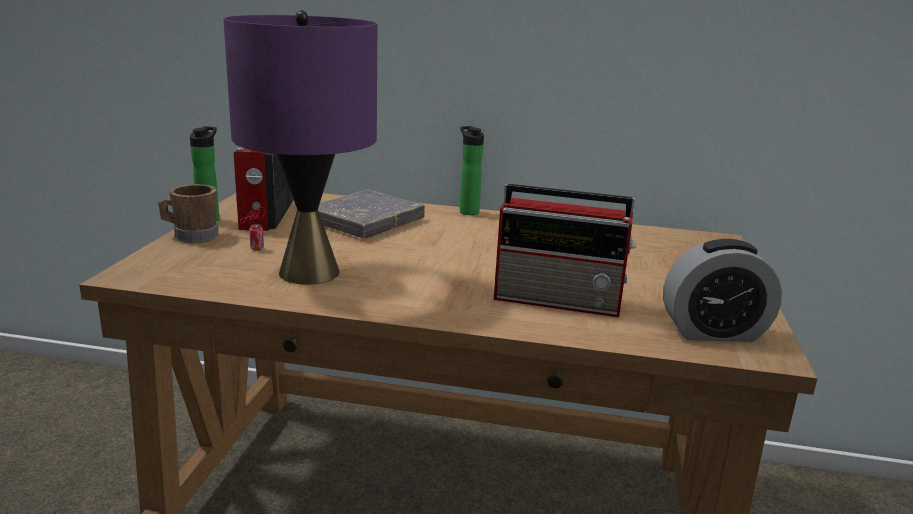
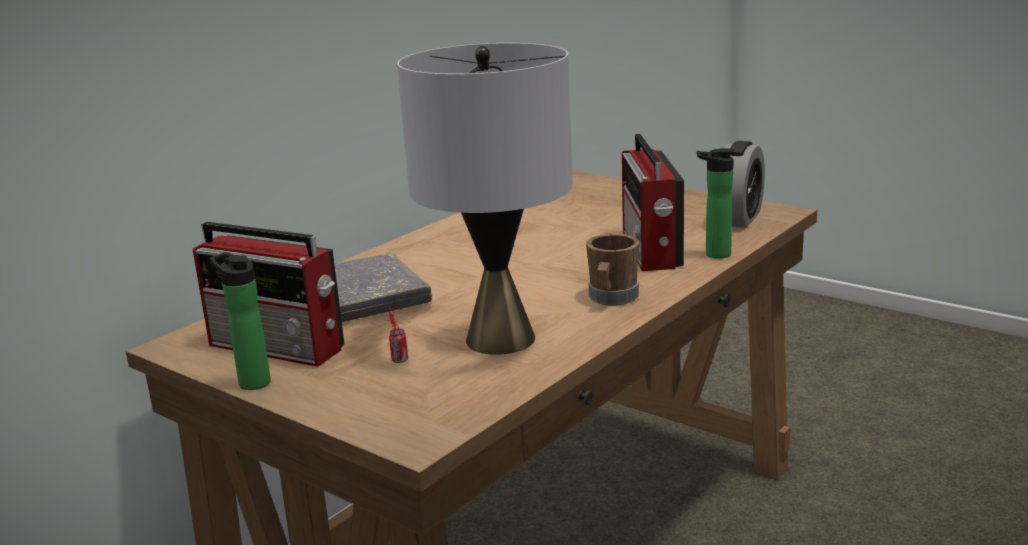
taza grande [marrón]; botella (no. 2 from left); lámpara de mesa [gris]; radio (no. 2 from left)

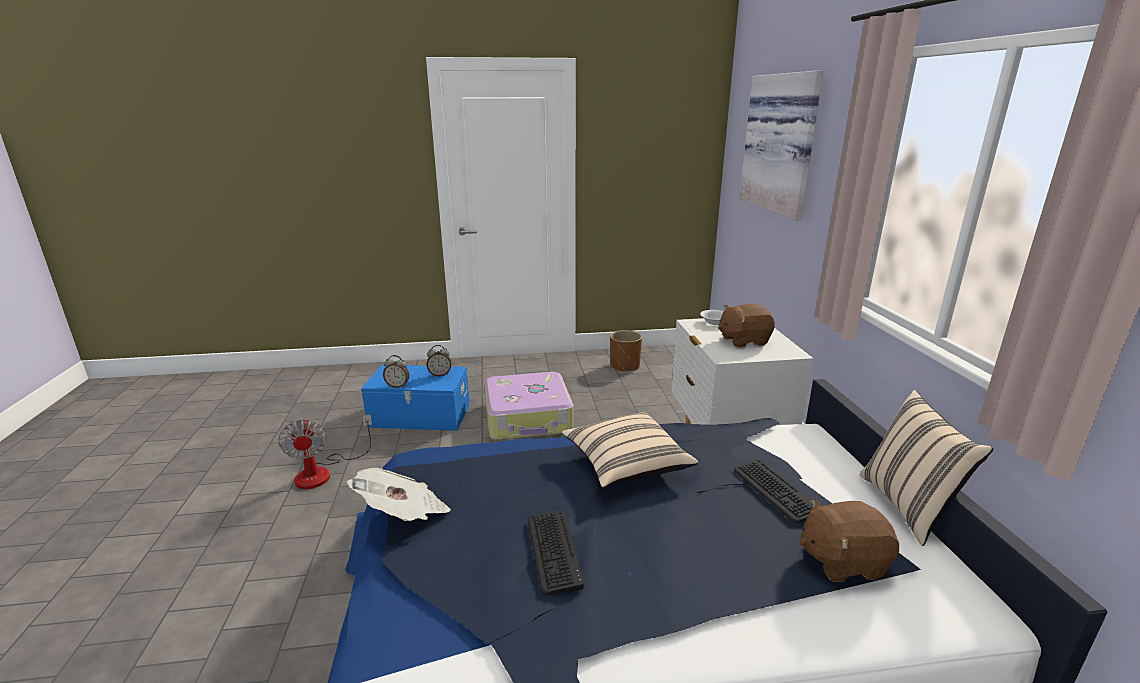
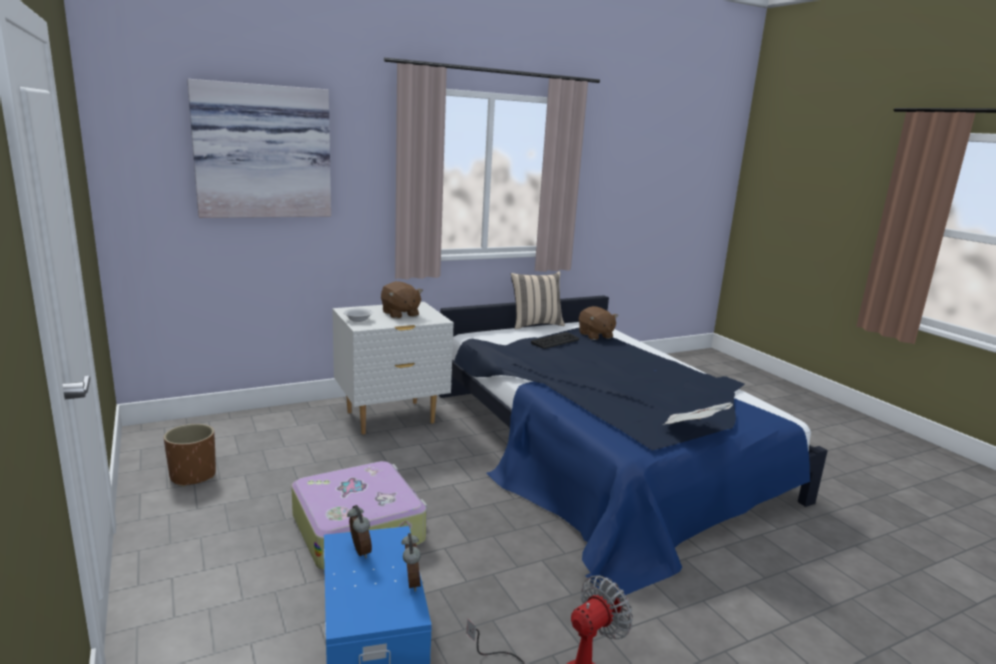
teclado (no. 1 from left in the first image); cojín [beis] (no. 1 from left in the first image)

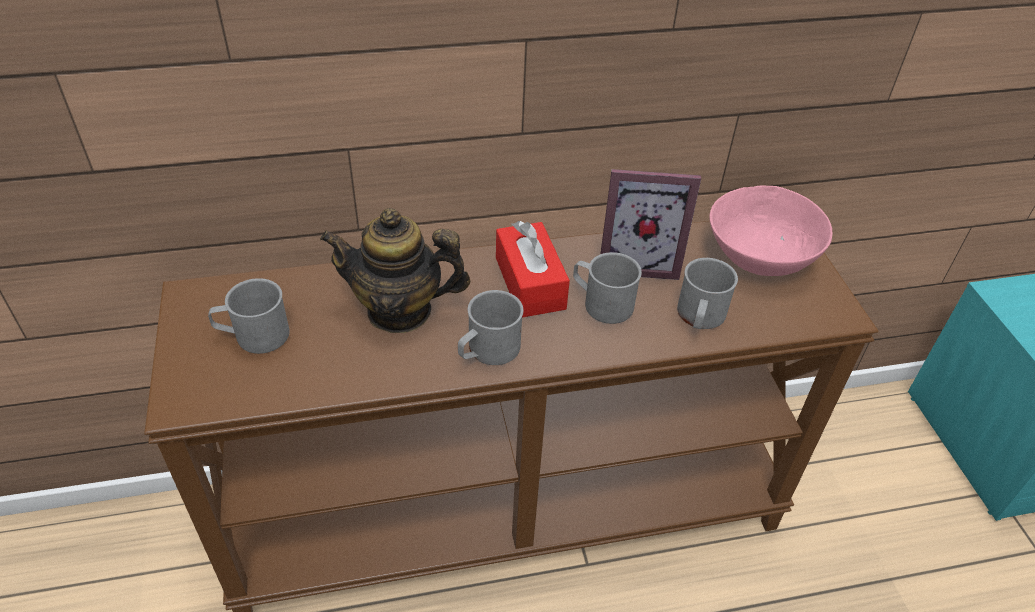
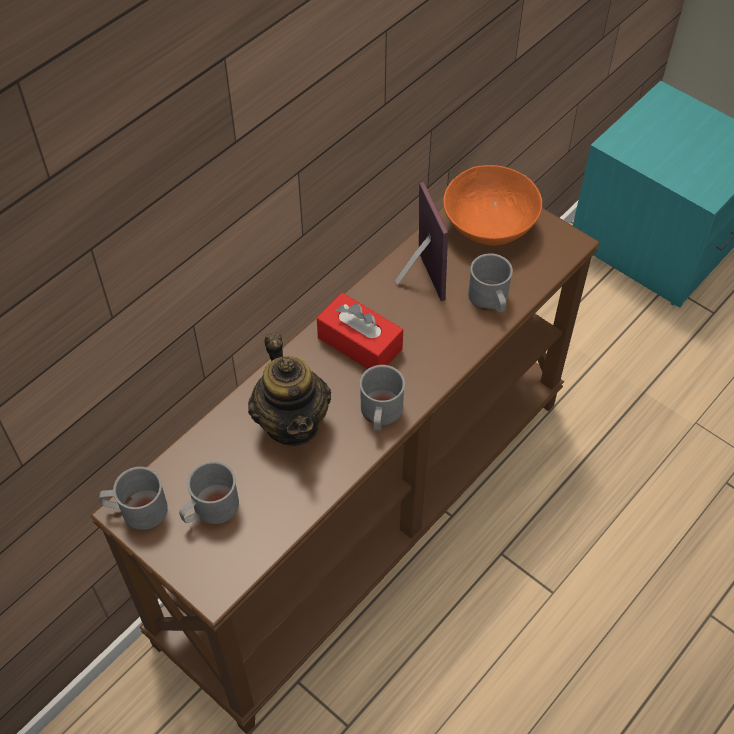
taza grande [gris] (no. 1 from left); cuenco [naranja]; tetera; portarretratos

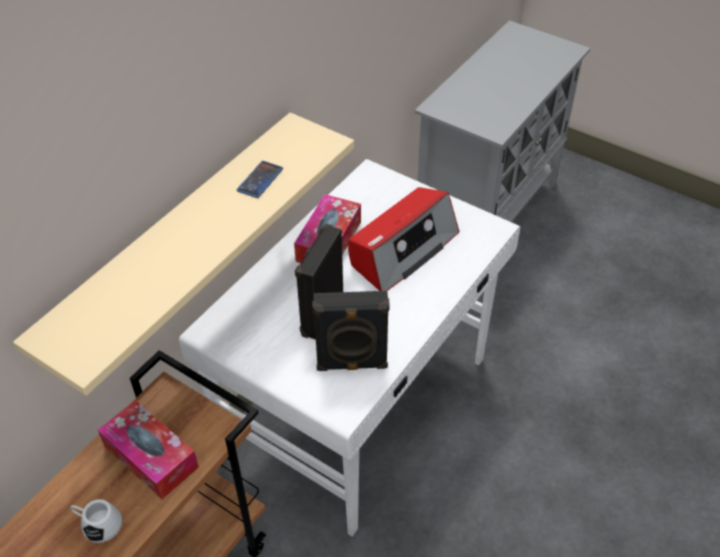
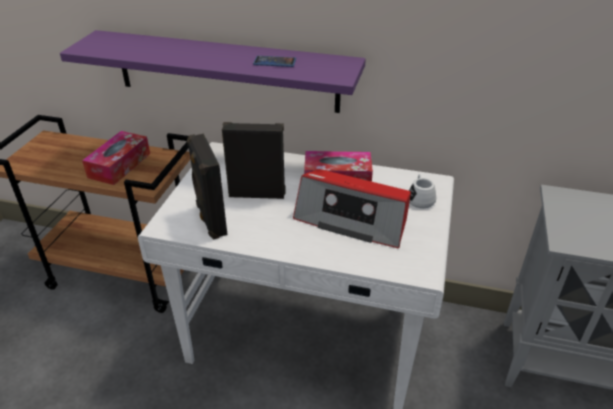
taza grande [blanco]; estante [morado]

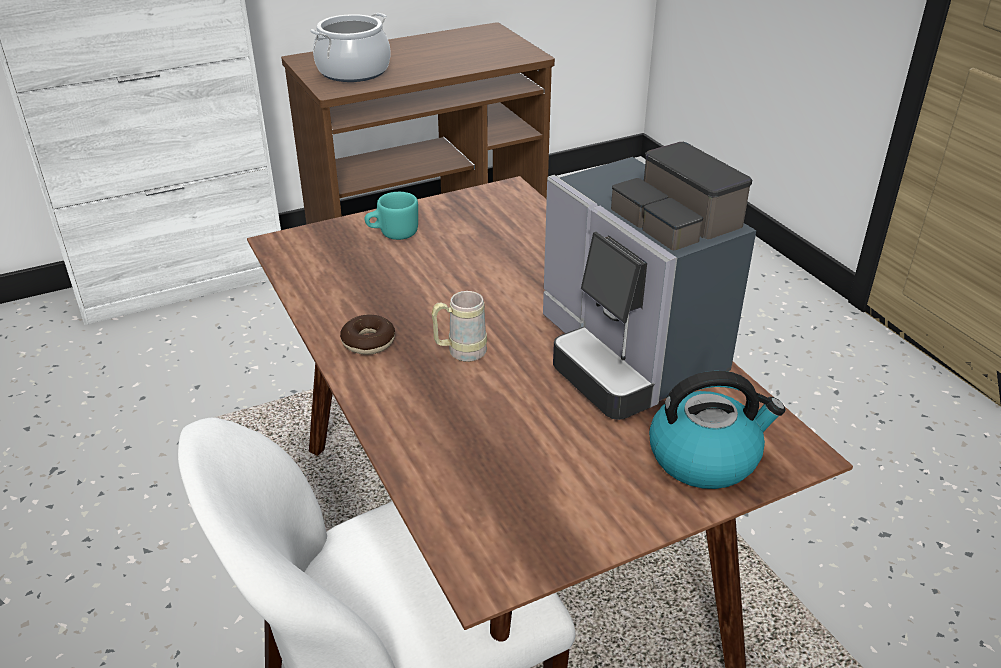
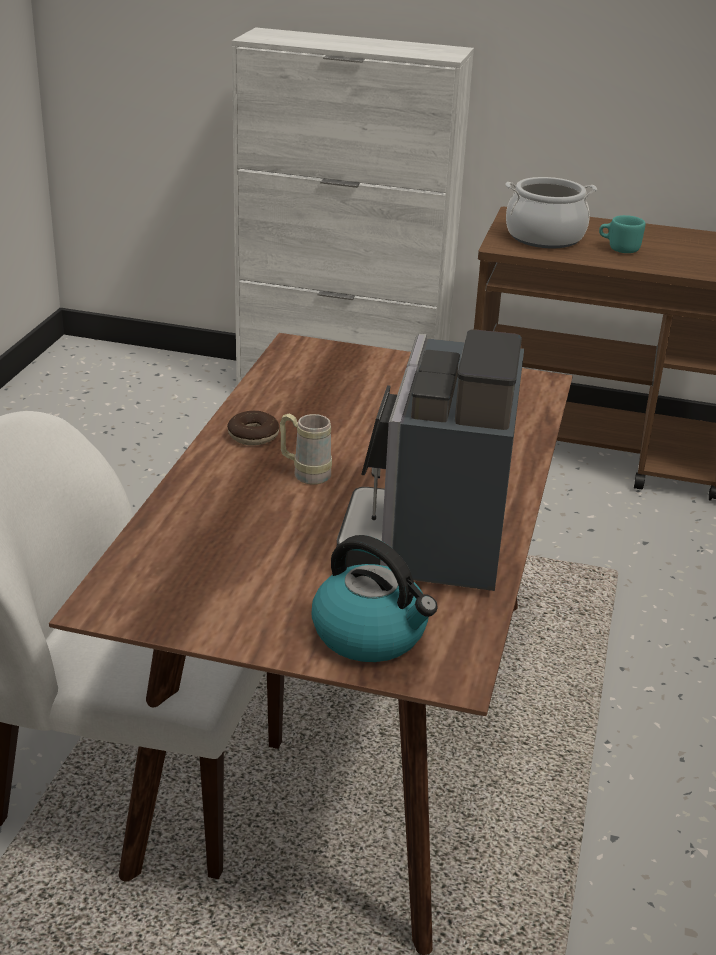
taza grande [turquesa]

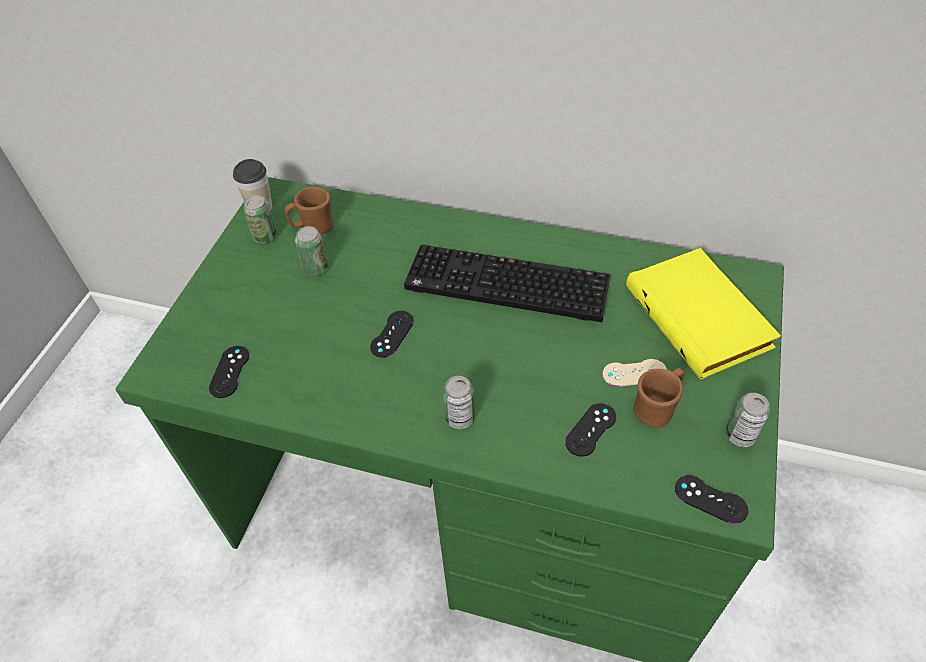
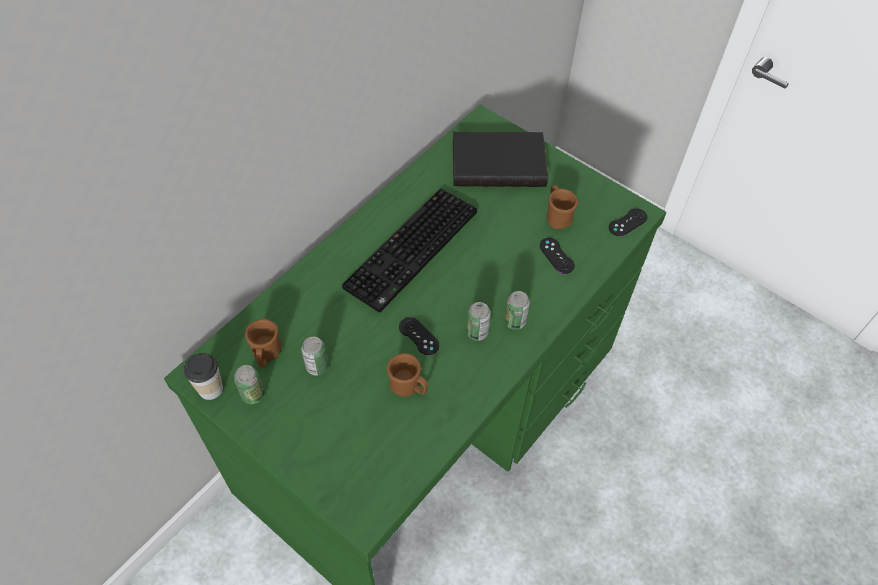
mando de consola [negro] (no. 1 from left in the first image); mando de consola [beis]; taza grande [marrón] (no. 2 from left); lata (no. 3 from left); libro [negro]

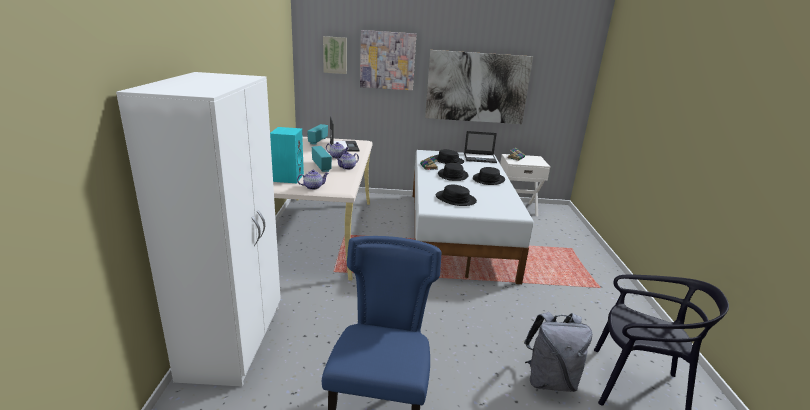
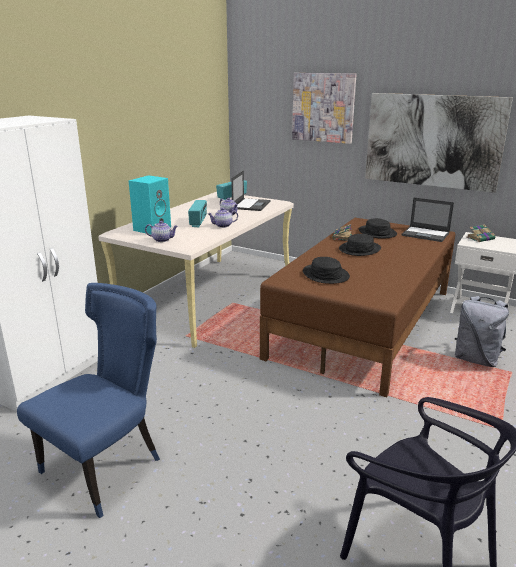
cuadro (no. 1 from left in the first image); sombrero [negro] (no. 4 from left in the first image); mochila [gris]; cama [marrón]

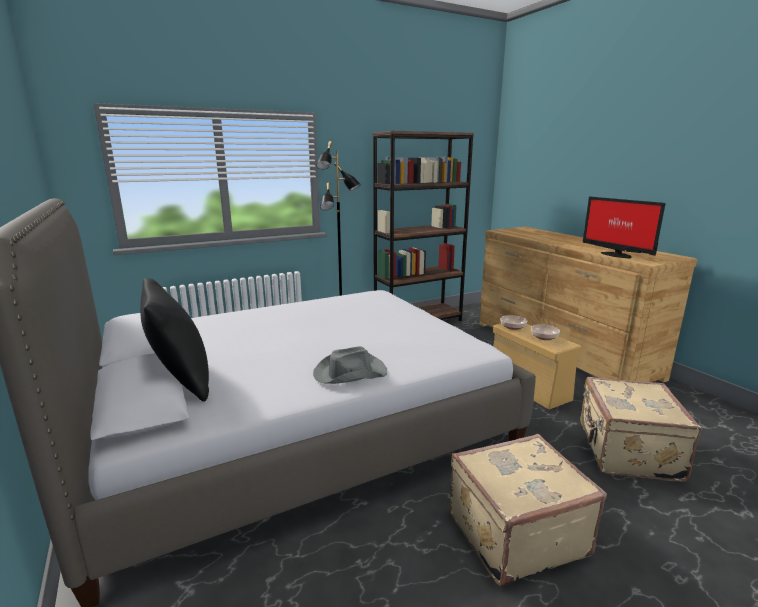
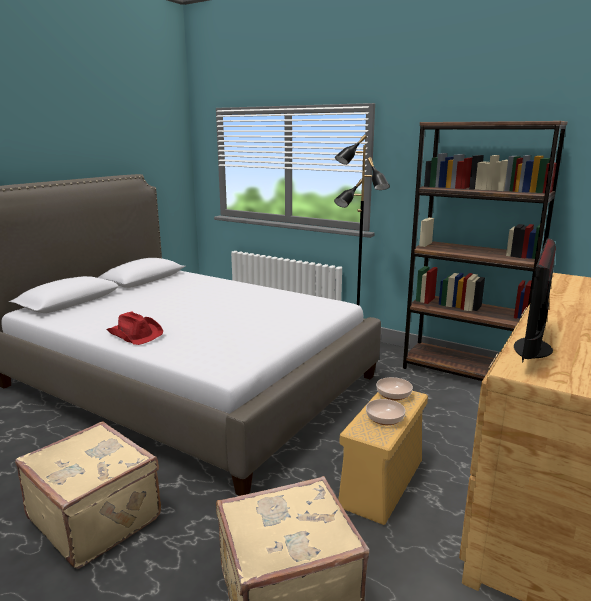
cojín [negro]; sombrero [rojo]

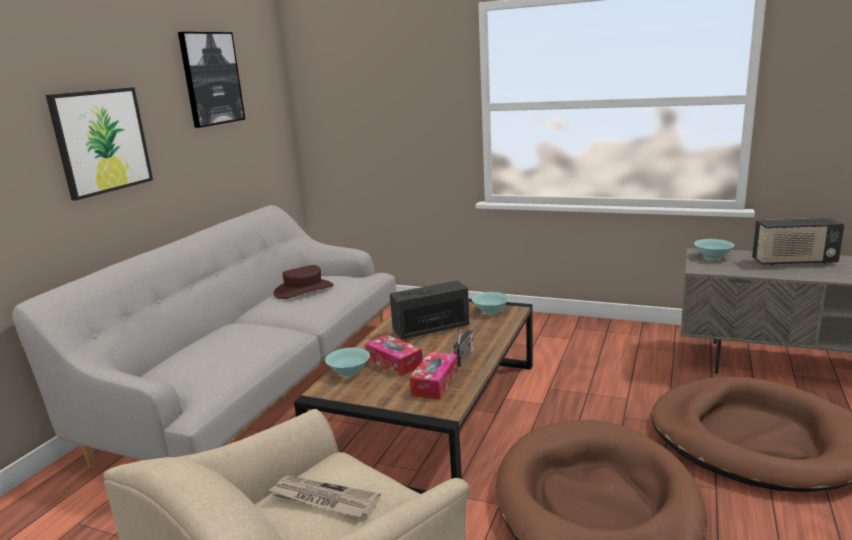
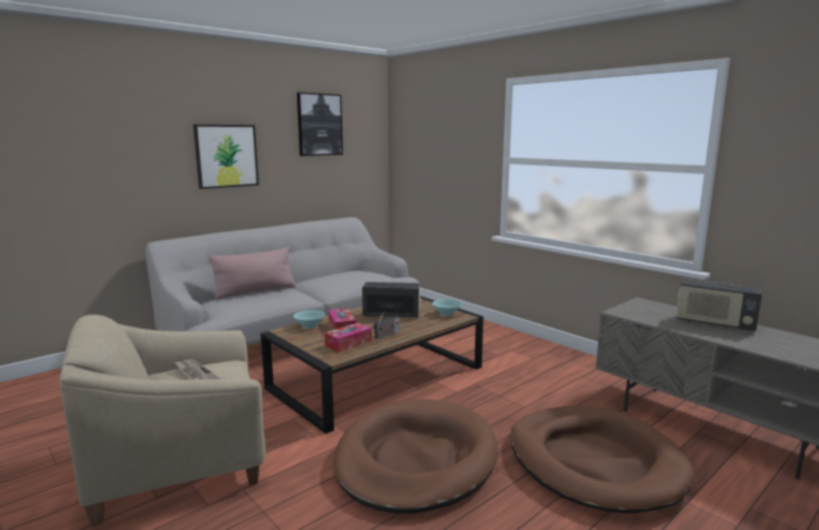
sombrero [marrón]; cuenco [turquesa] (no. 3 from left in the first image); cojín [rosa]

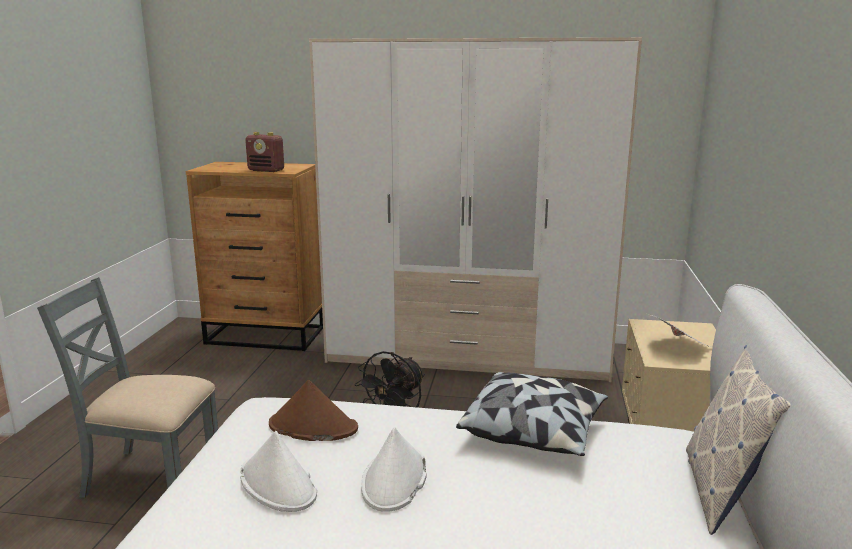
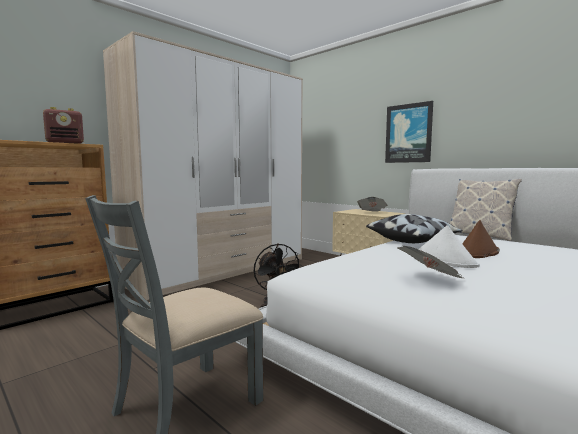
cuadro; sombrero [marrón]; periódico (no. 2 from left)

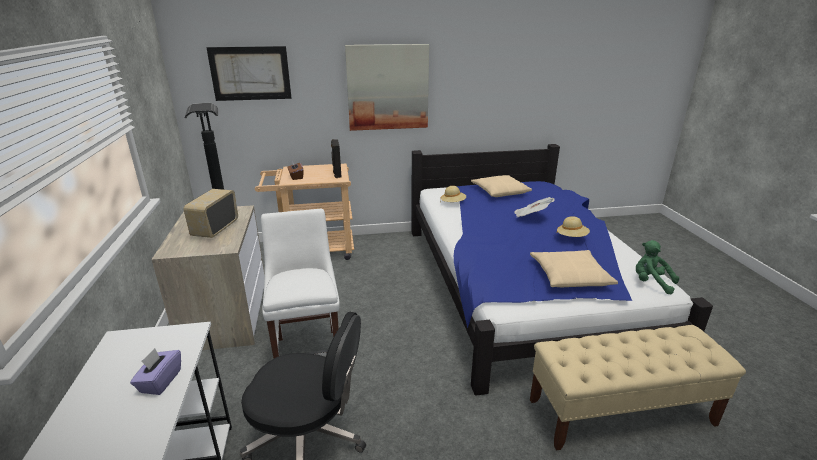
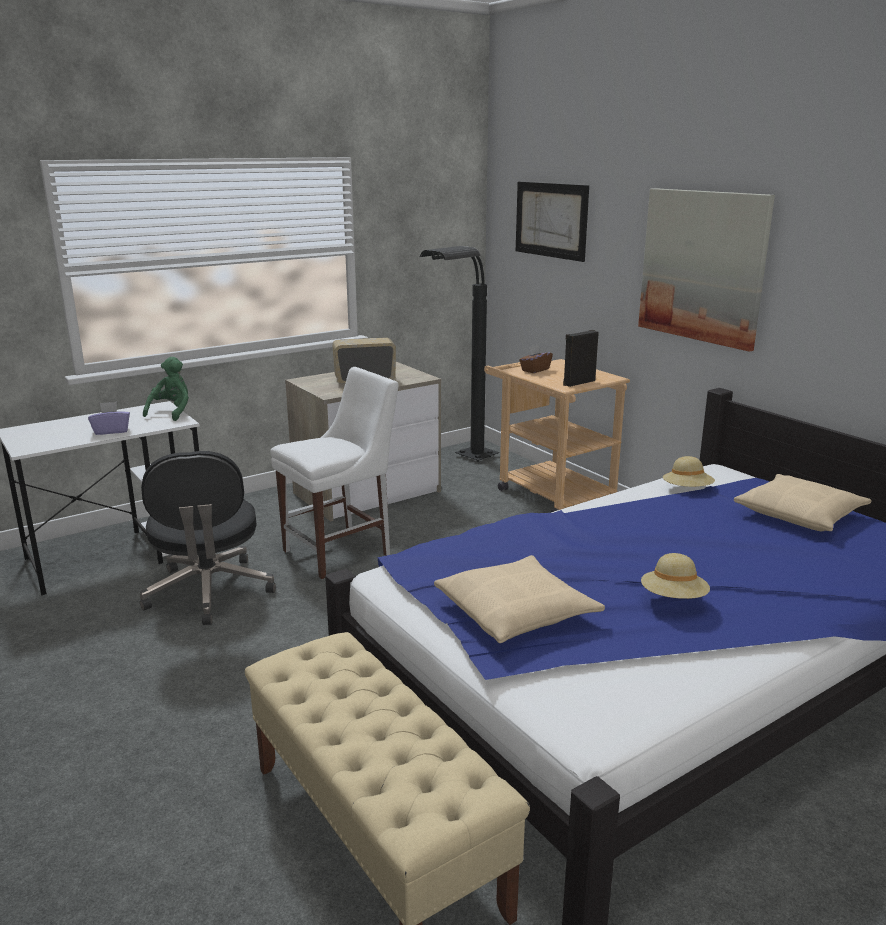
periódico; peluche [verde]

